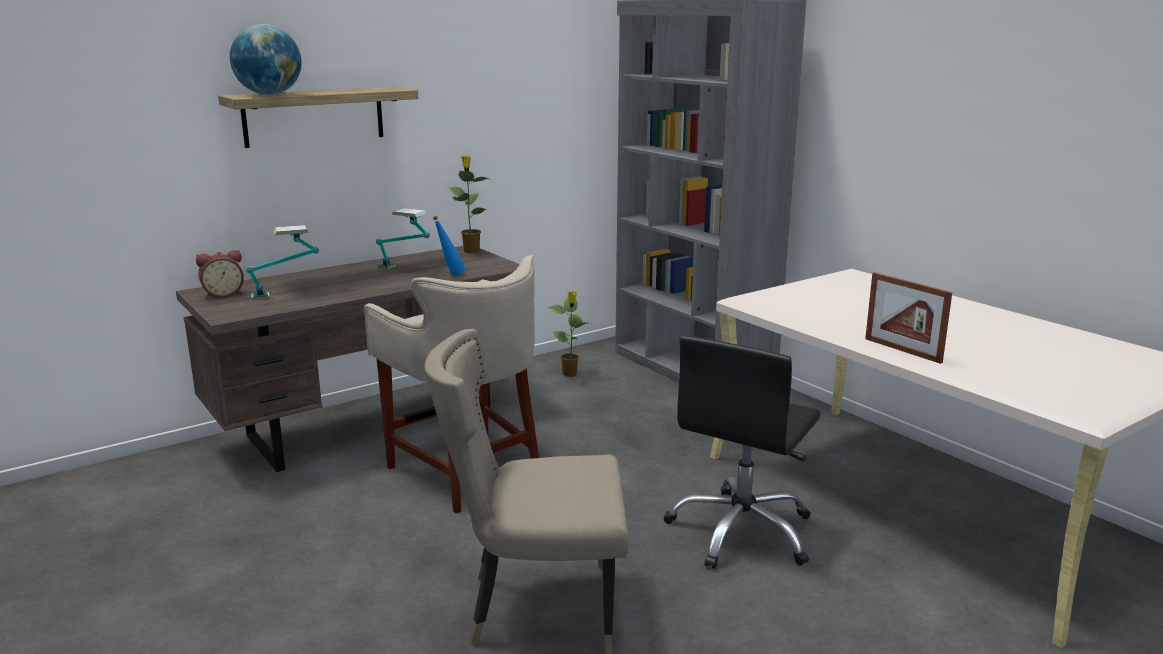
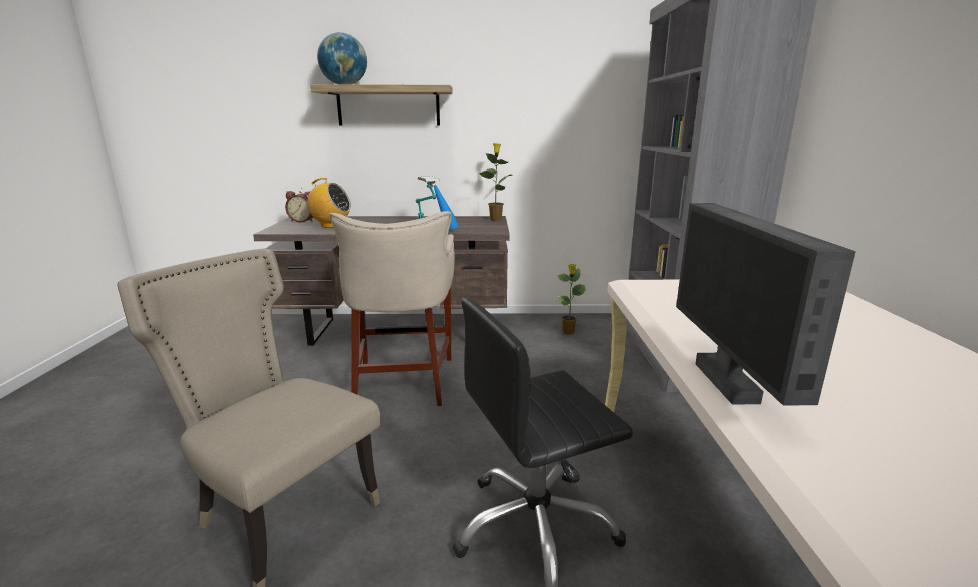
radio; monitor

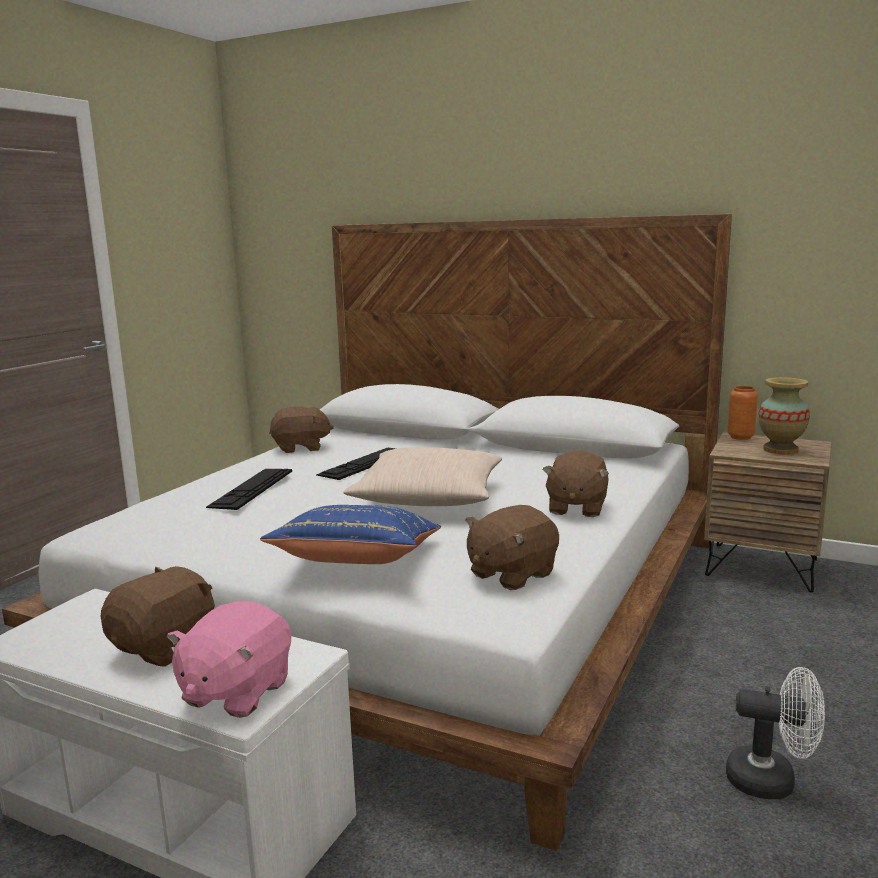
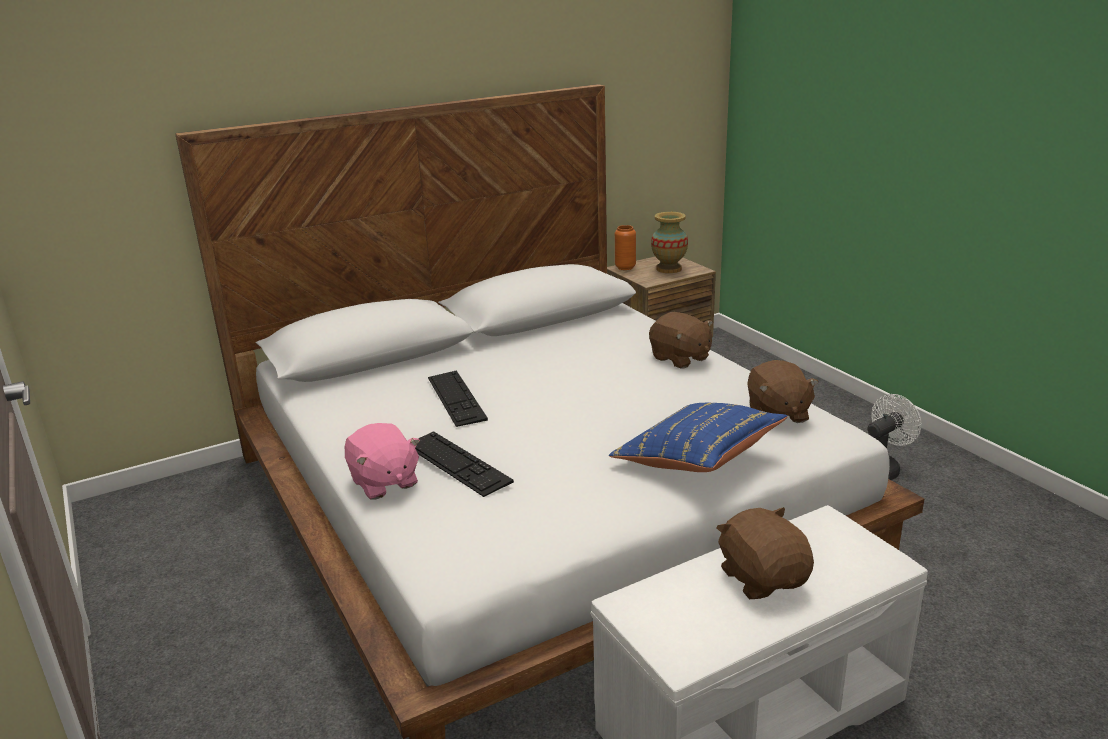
peluche [marrón] (no. 2 from left in the first image); cojín [beis]; peluche [rosa]

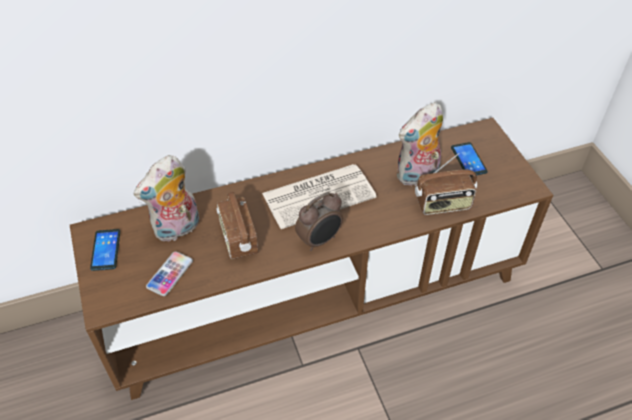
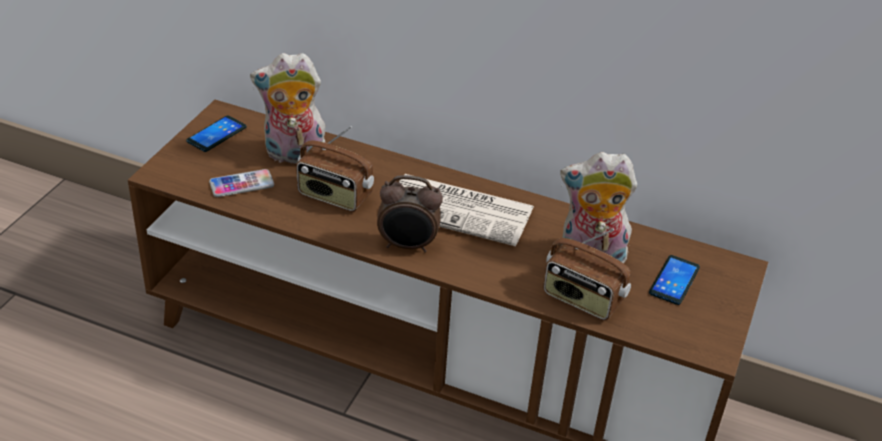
radio (no. 1 from left)

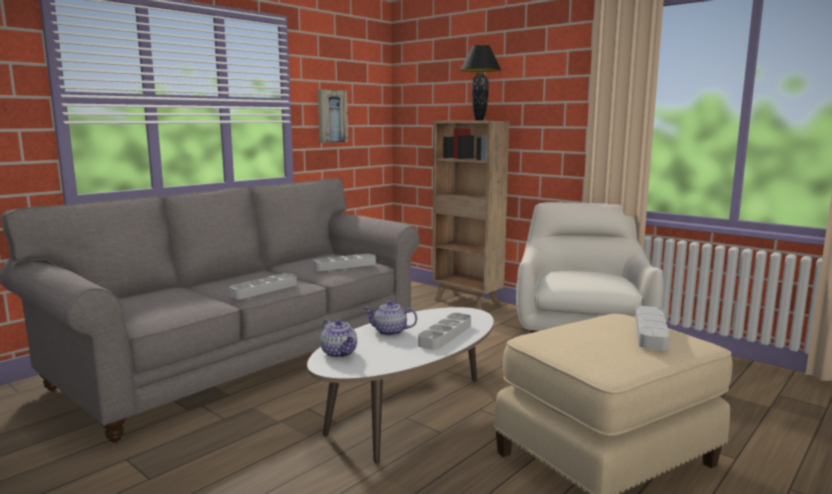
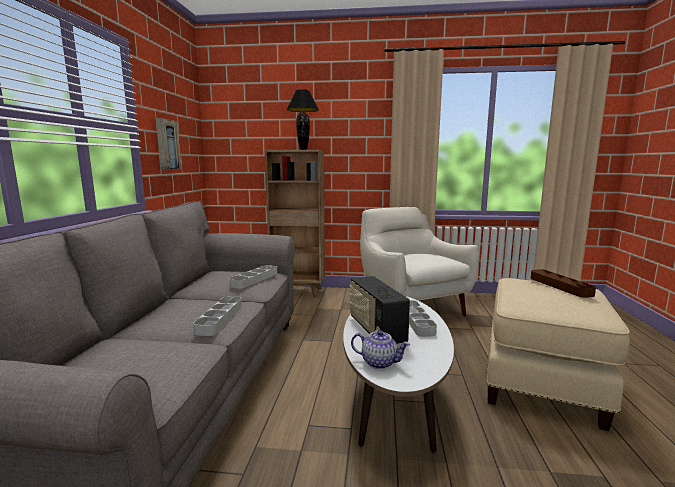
radio; bandeja [marrón]

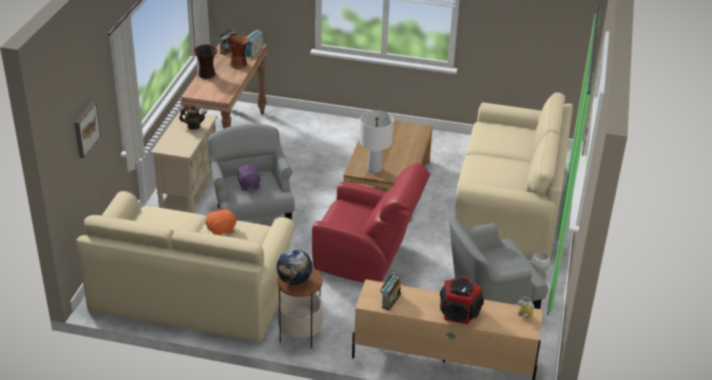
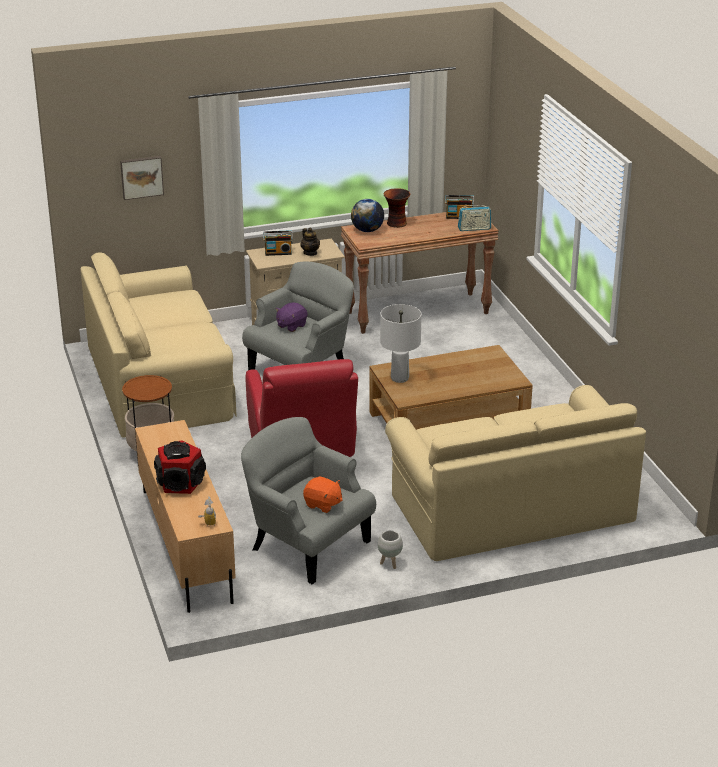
florero (no. 2 from left in the first image); peluche [naranja]; globo terráqueo; radio (no. 1 from left)

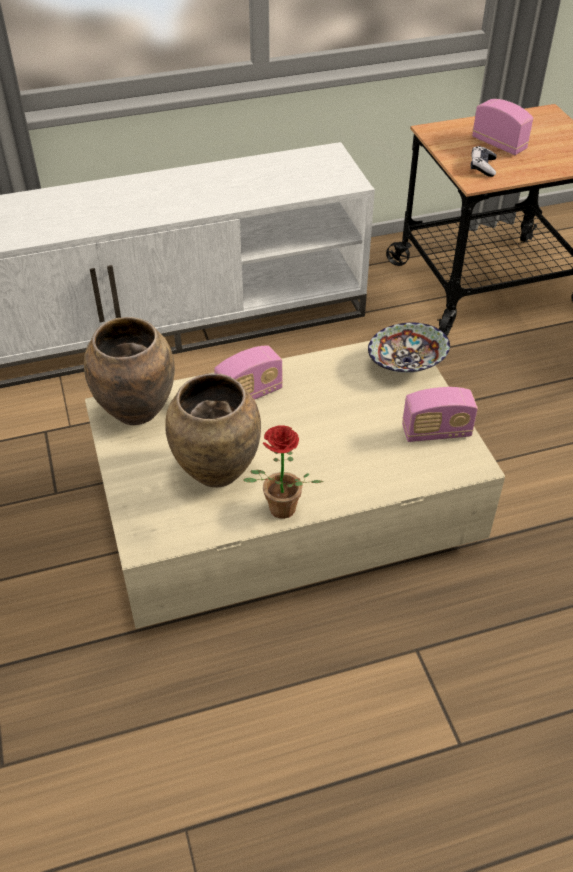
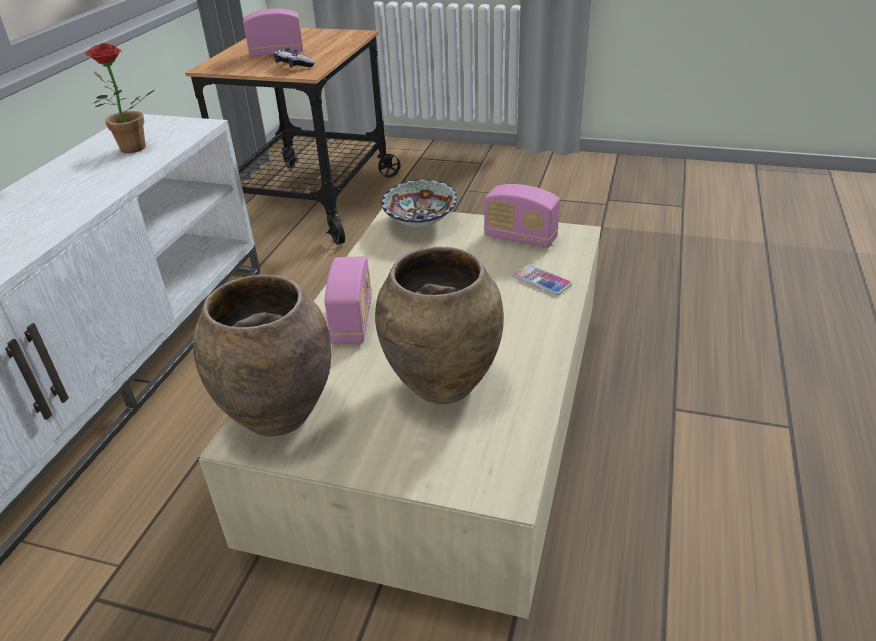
móvil; planta en maceta; radio (no. 3 from left)

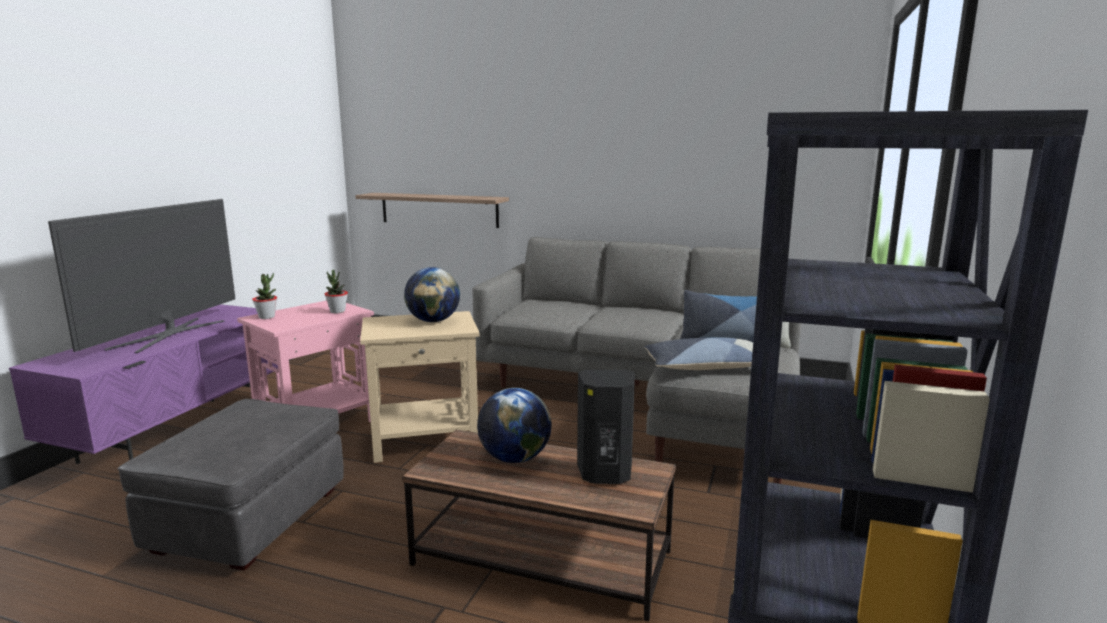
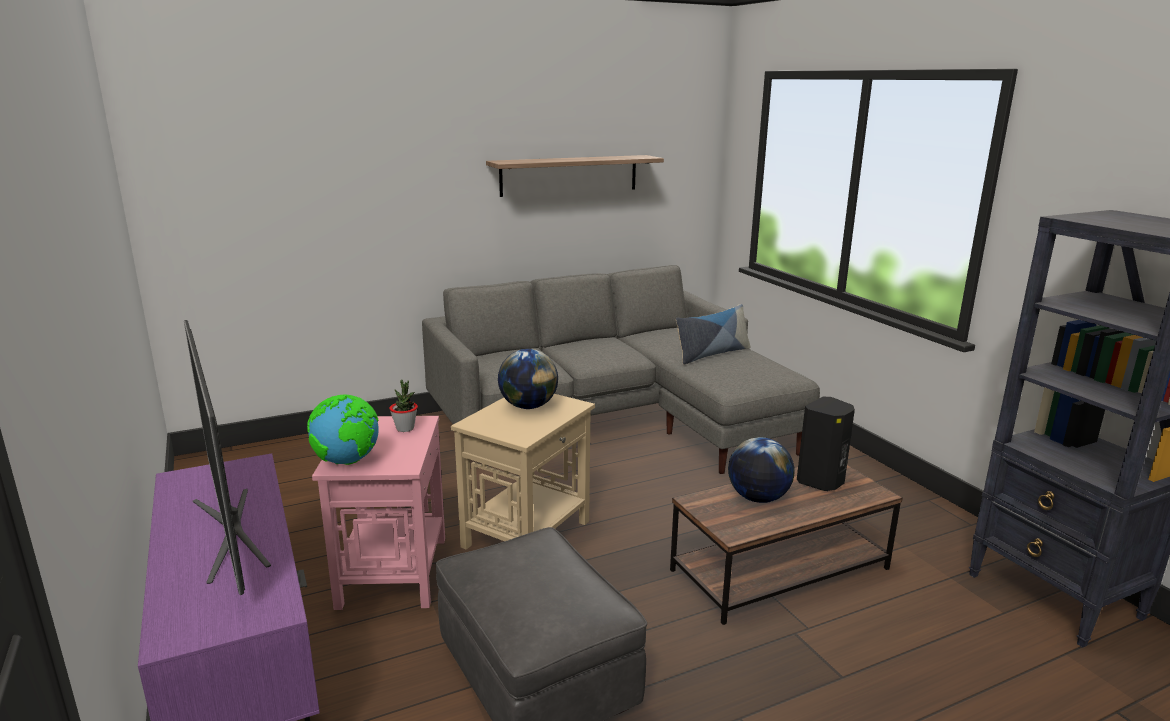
cojín (no. 1 from left in the first image); estante; globo terráqueo (no. 1 from left)

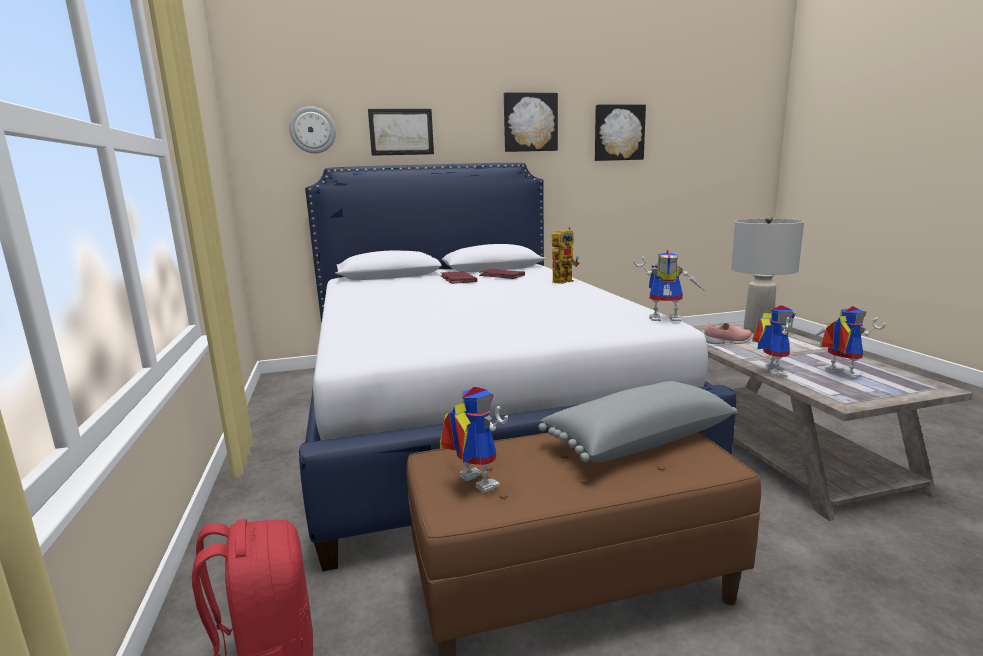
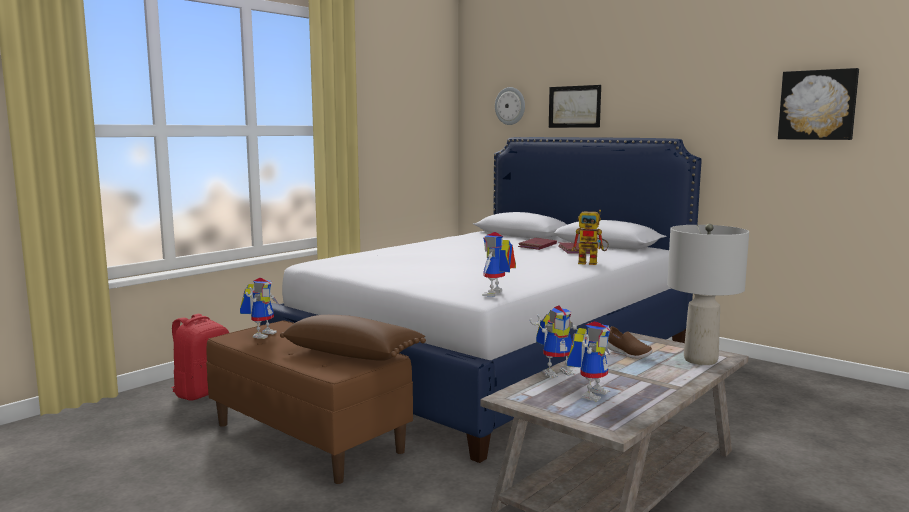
cuadro (no. 2 from left in the first image); cojín [marrón]; zapato [marrón]; robot de juguete (no. 2 from left)

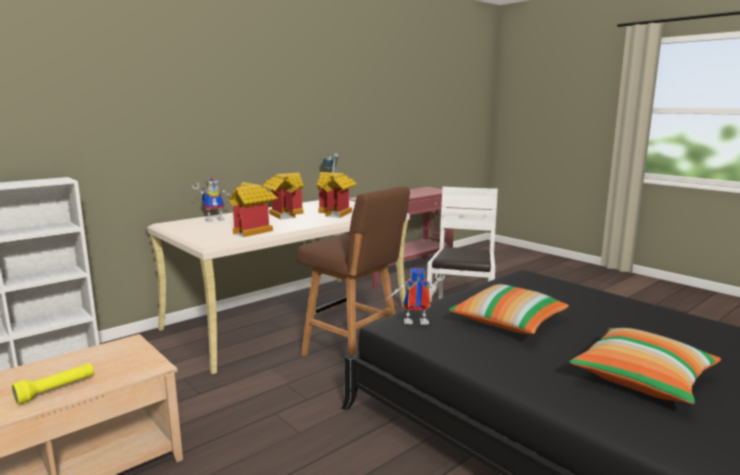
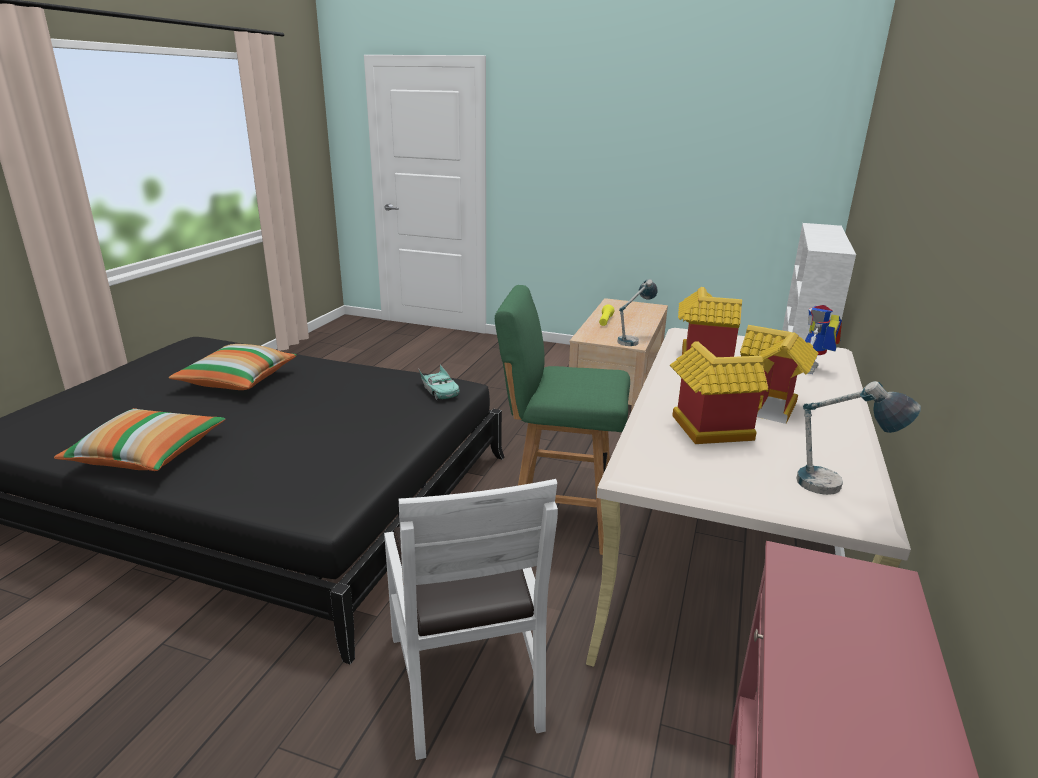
lámpara de mesa (no. 1 from left); cojín (no. 1 from left); coche de juguete [turquesa]; taburete [verde]

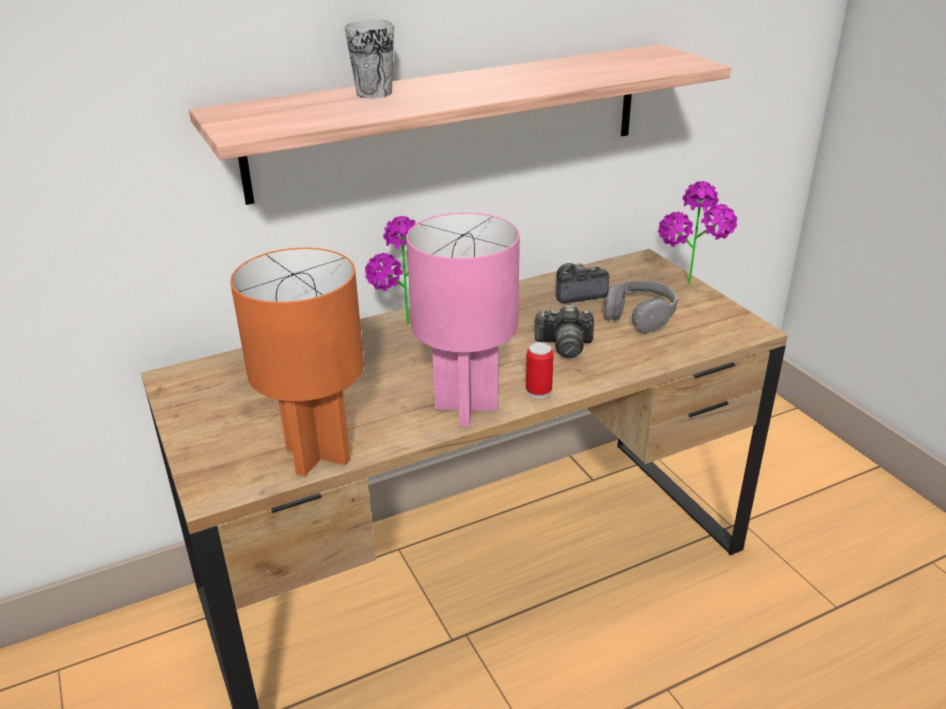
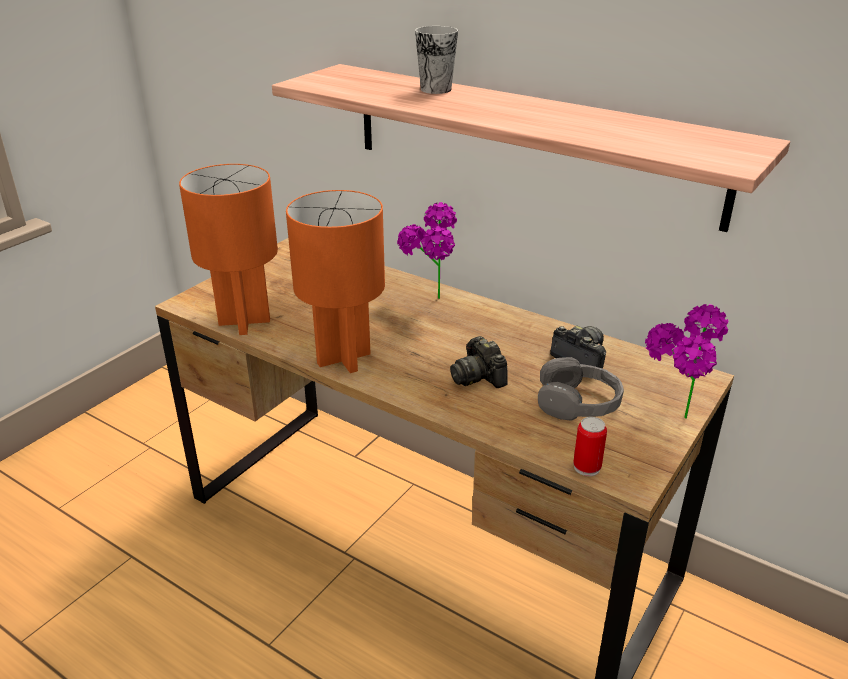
lata; lámpara de mesa [naranja] (no. 2 from left)

